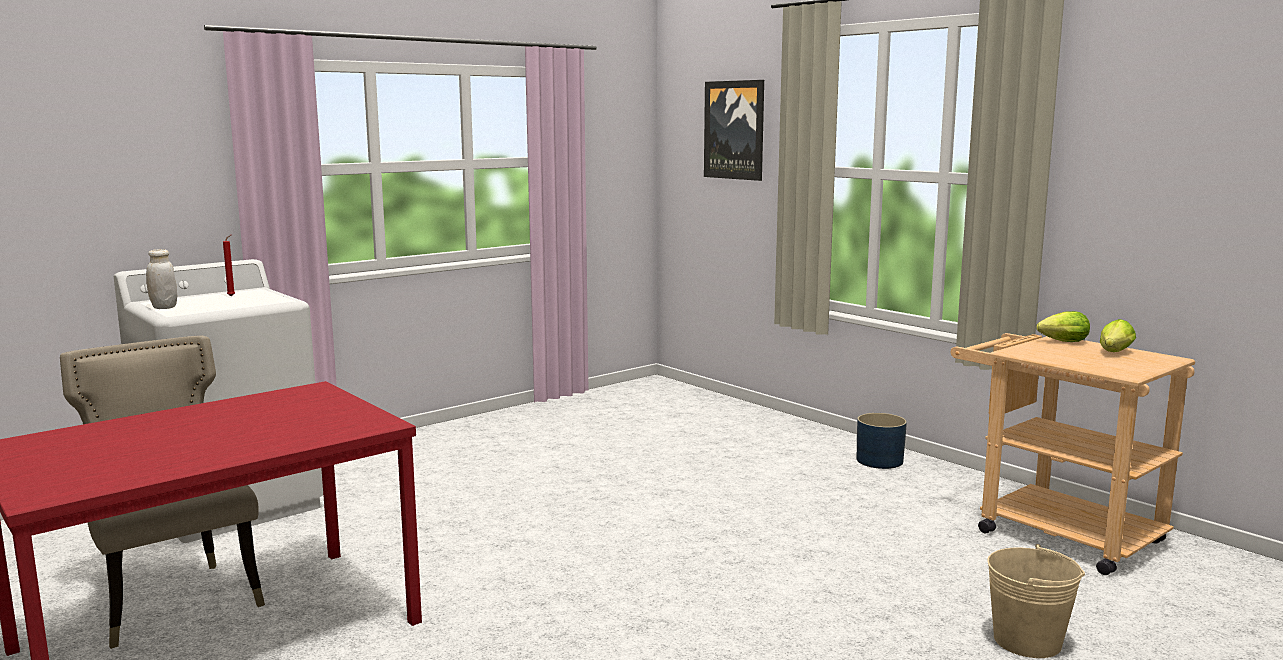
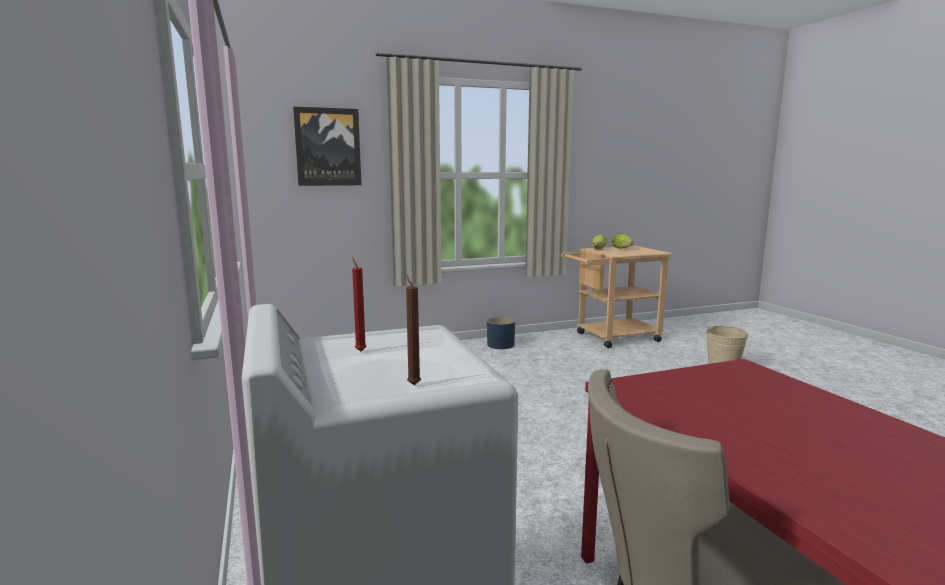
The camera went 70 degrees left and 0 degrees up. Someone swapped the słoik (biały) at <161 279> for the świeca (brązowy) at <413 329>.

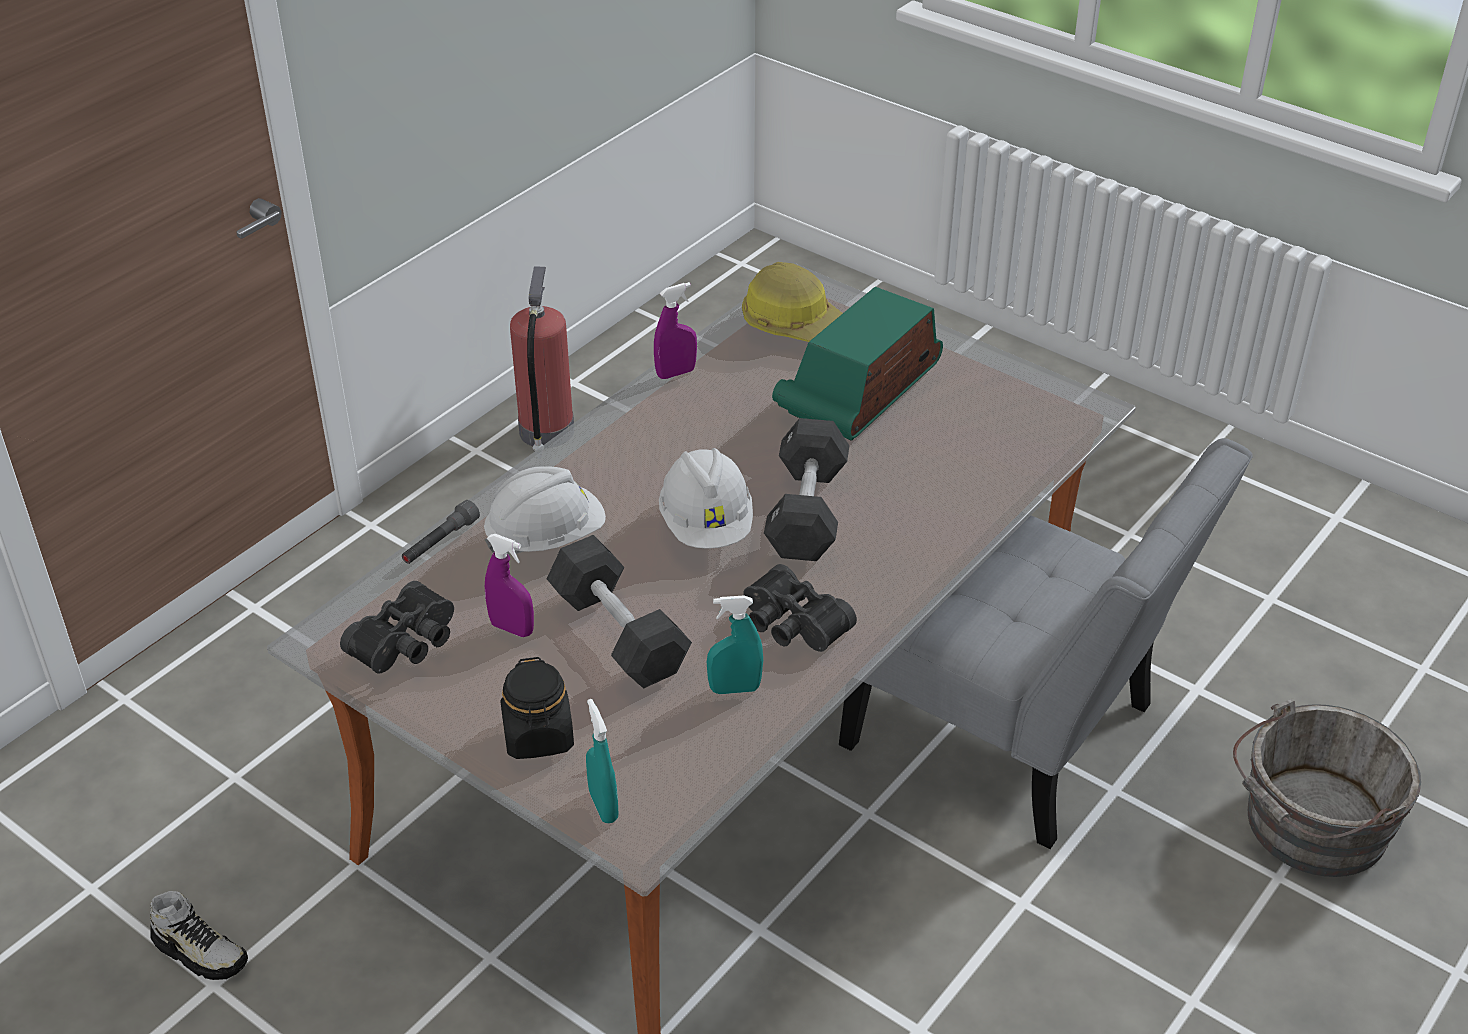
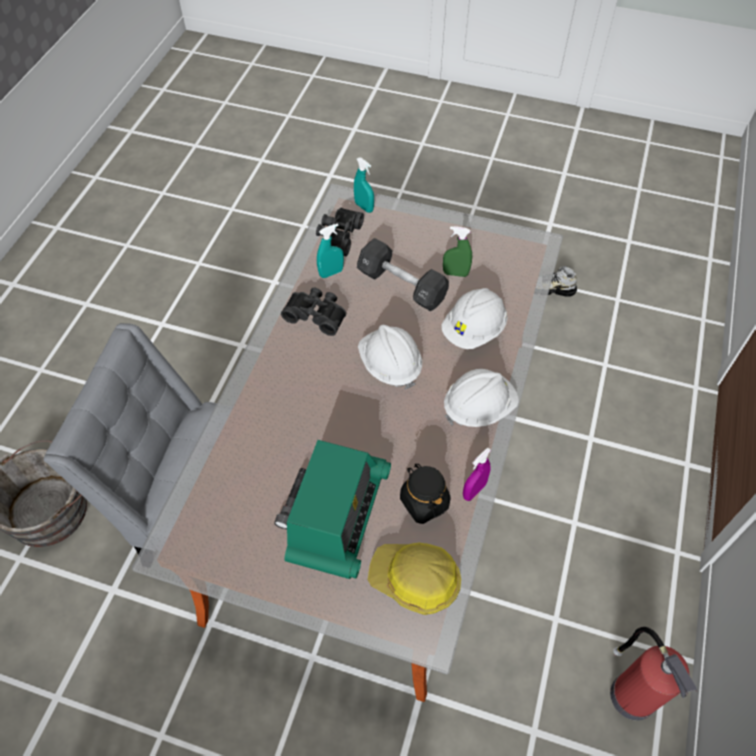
The camera went 160 degrees right and 15 degrees up. Someone took away the hantel (czarny) at <806 489>. Someone carried the latarka (szary) from <441 532> to <290 498>. Someone repainted the spryskiwacz (fioletowy) at <509 585>, which became the spryskiwacz (zielony) at <457 251>. Someone carried the lornetka (czarny) from <397 627> to <340 232>. Someone carried the słoik (czarny) from <537 708> to <425 494>. Someone put down the kask (biały) at <481 398>.

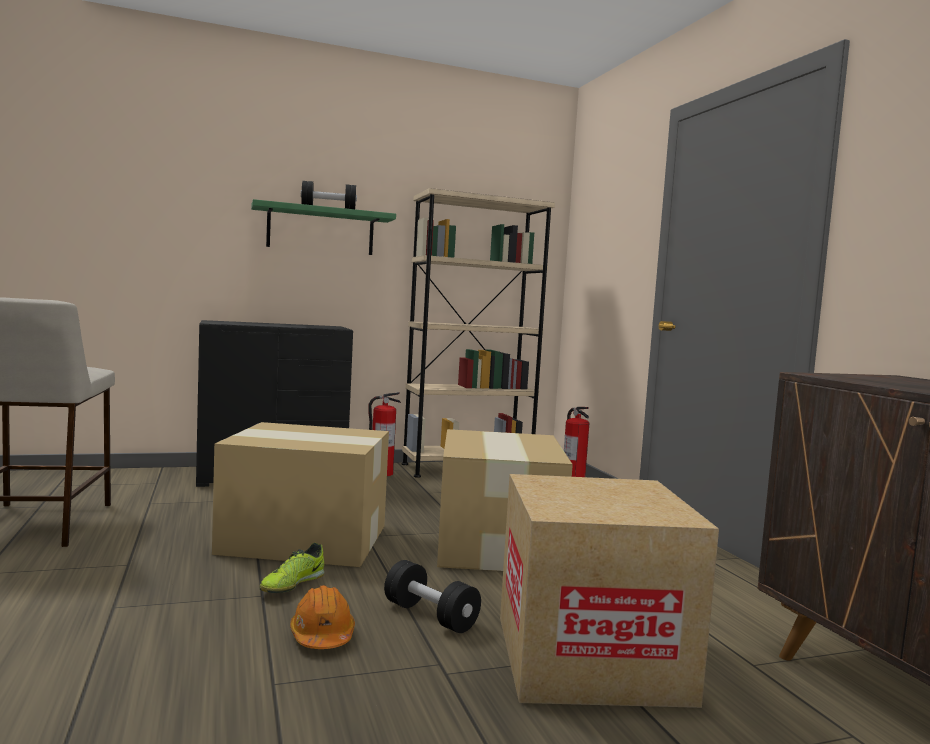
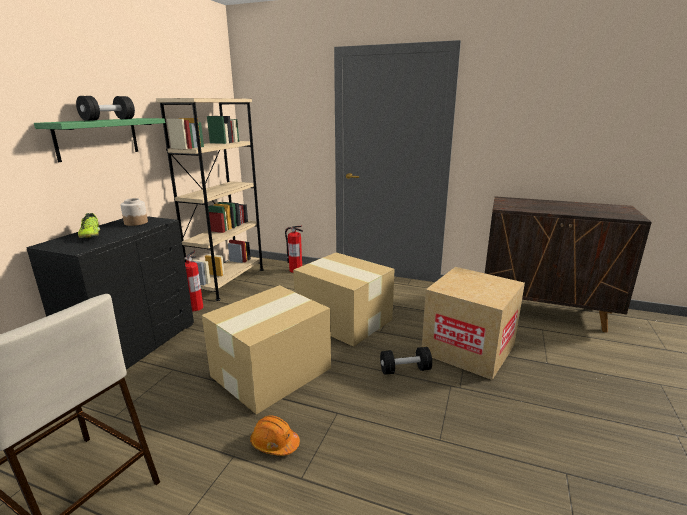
The camera went 50 degrees left and 15 degrees up. Someone carried the but from <292 568> to <89 225>. Someone carried the kask (pomarańczowy) from <322 617> to <275 436>. Someone put down the słoik at <134 212>.

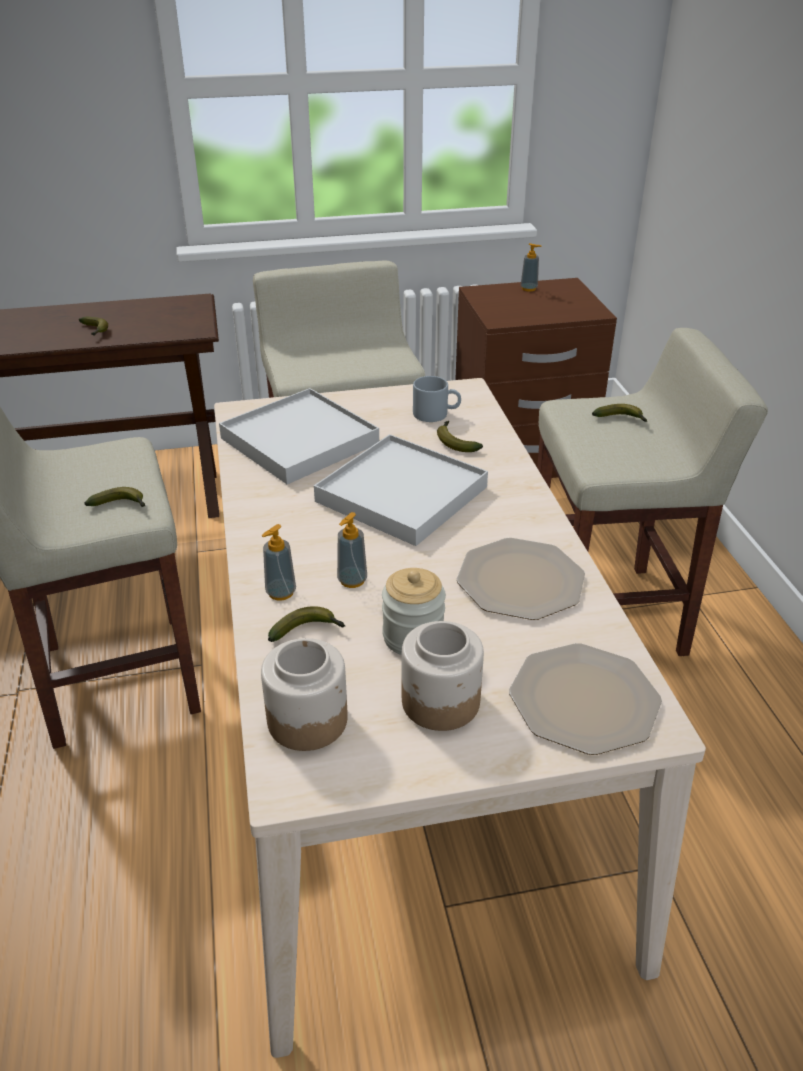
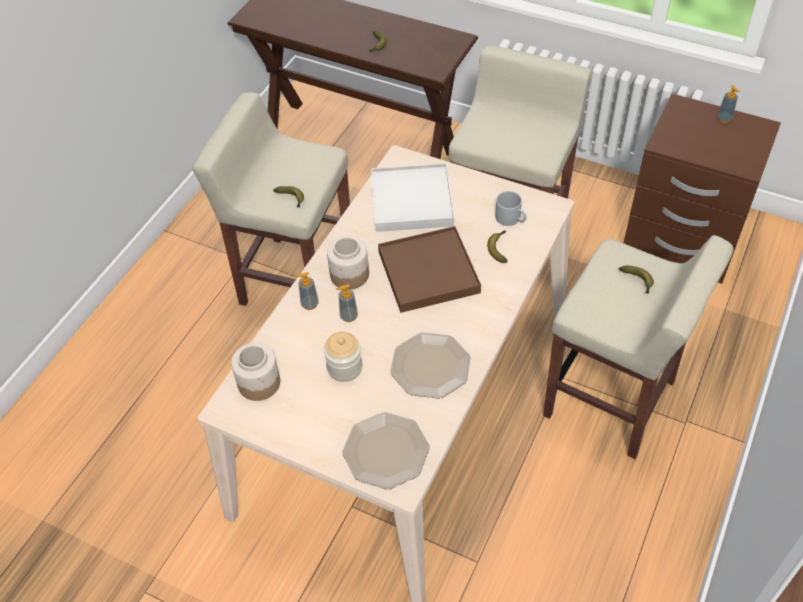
The camera went 40 degrees right and 15 degrees up. Someone repainted the taca (biały) at <401 490>, which became the taca (brązowy) at <429 269>. Someone took away the banan at <306 624>. Someone carried the słoik from <443 676> to <348 263>.

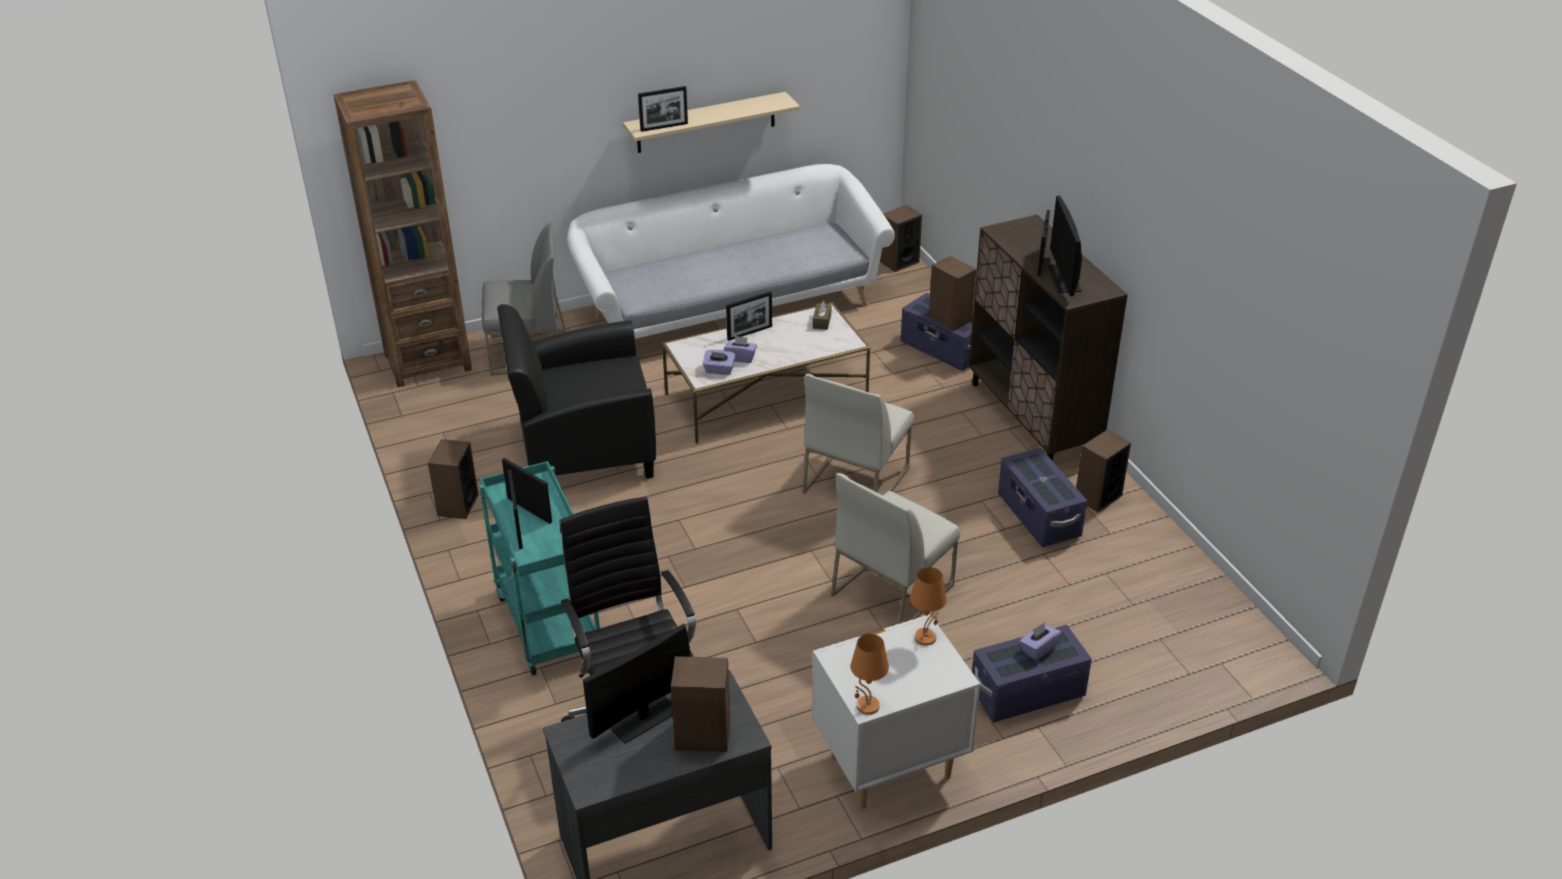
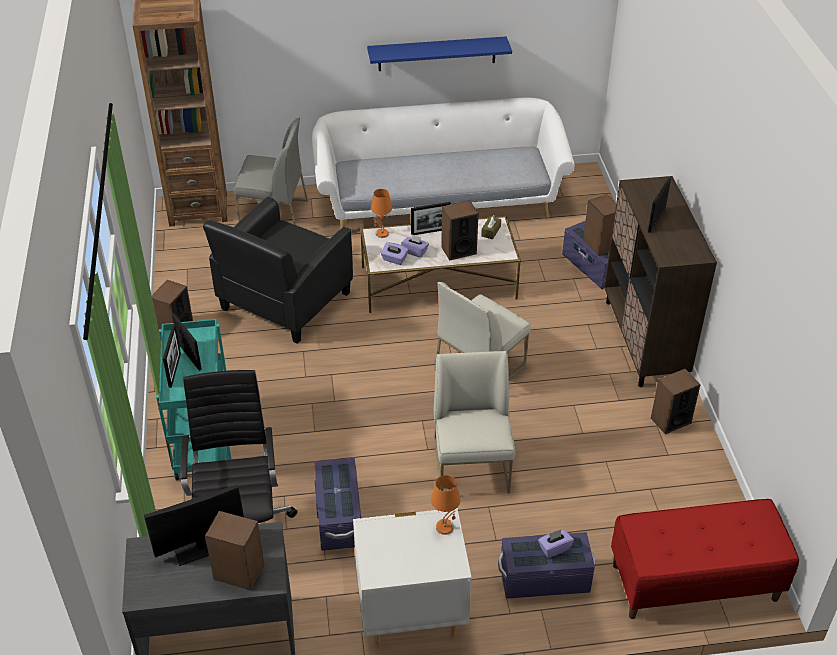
The camera went 15 degrees right and 5 degrees up. Someone took away the ramka na zdjęcie at <663 109>. Someone repainted the półka (beżowy) at <711 122>, which became the półka (niebieski) at <439 53>. Someone took away the monitor at <1064 246>. Someone carried the głośnik from <901 238> to <460 230>. Someone rotated the fotel (czarny) at <576 391> by 60 degrees counterclockwise. Someone carried the pojemnik do przechowywania (fioletowy) from <1042 497> to <338 504>. Someone rotated the krzesło (biały) at <895 548> by 120 degrees clockwise. Someone carried the lampa stołowa (pomarańczowy) from <869 674> to <381 213>. Someone put down the ławka (czerwony) at <705 559>.

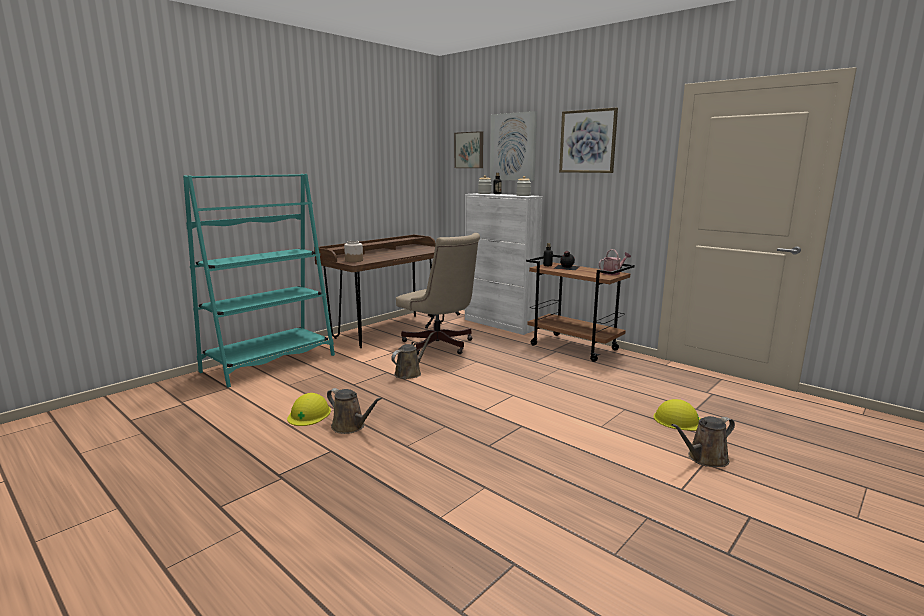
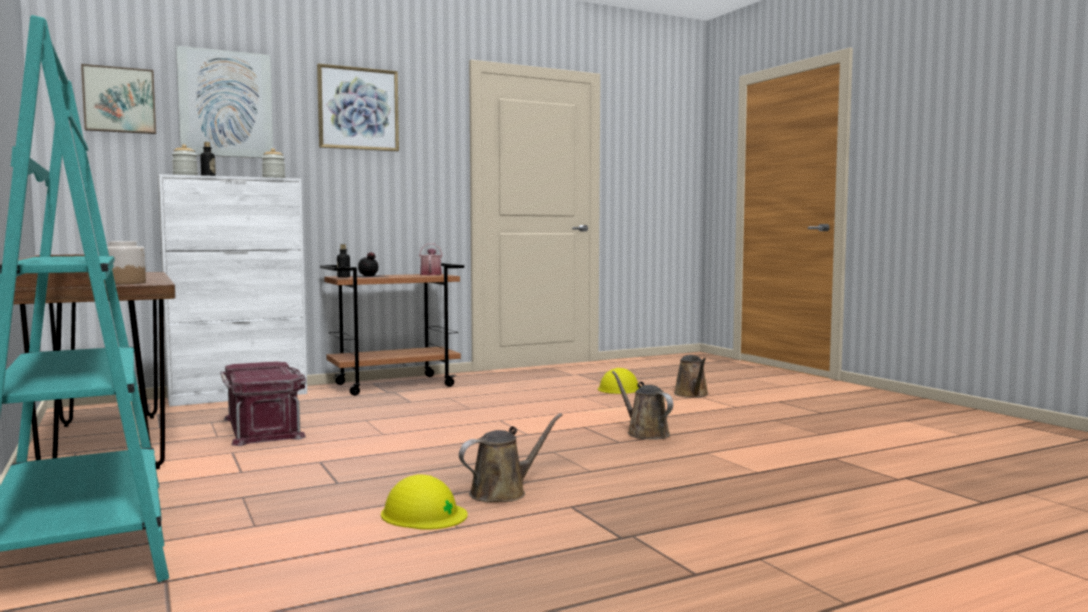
The camera went 70 degrees left and 10 degrees down. Someone swapped the krzesło biurowe (beżowy) at <438 294> for the pojemnik do przechowywania (czerwony) at <263 403>. Someone carried the konewka (brązowy) from <412 355> to <642 405>.

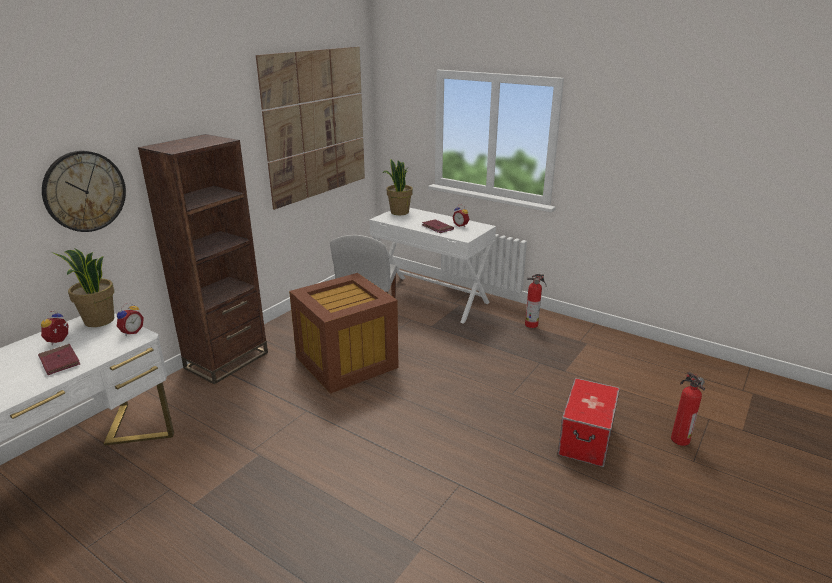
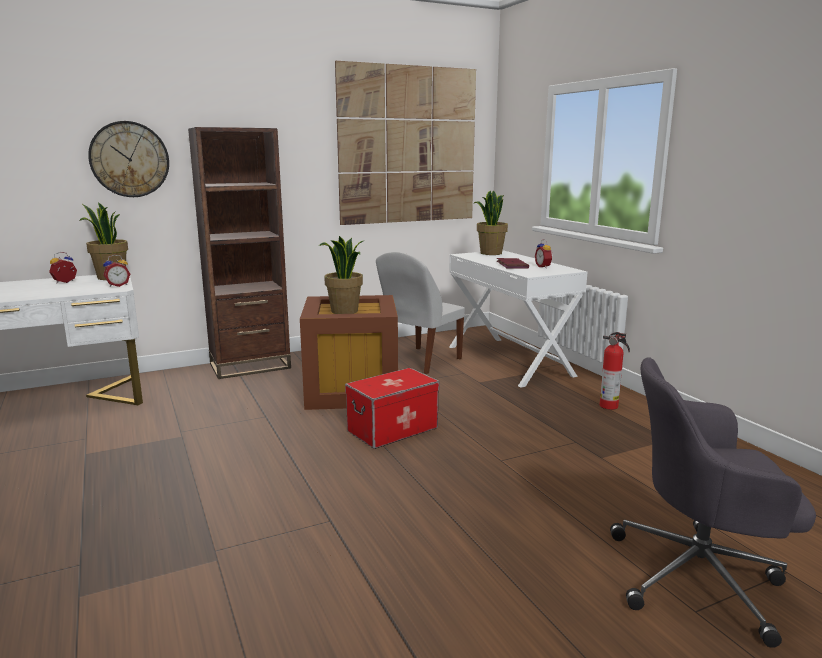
The camera went 30 degrees right and 10 degrees down. Someone took away the książka (czerwony) at <59 359>. Someone swapped the gaśnica at <688 409> for the krzesło biurowe (szary) at <713 502>. Someone carried the pojemnik do przechowywania from <589 422> to <392 408>. Someone put down the roślina doniczkowa at <342 275>.

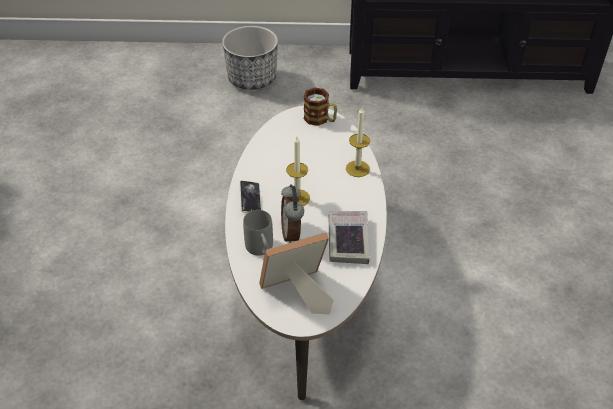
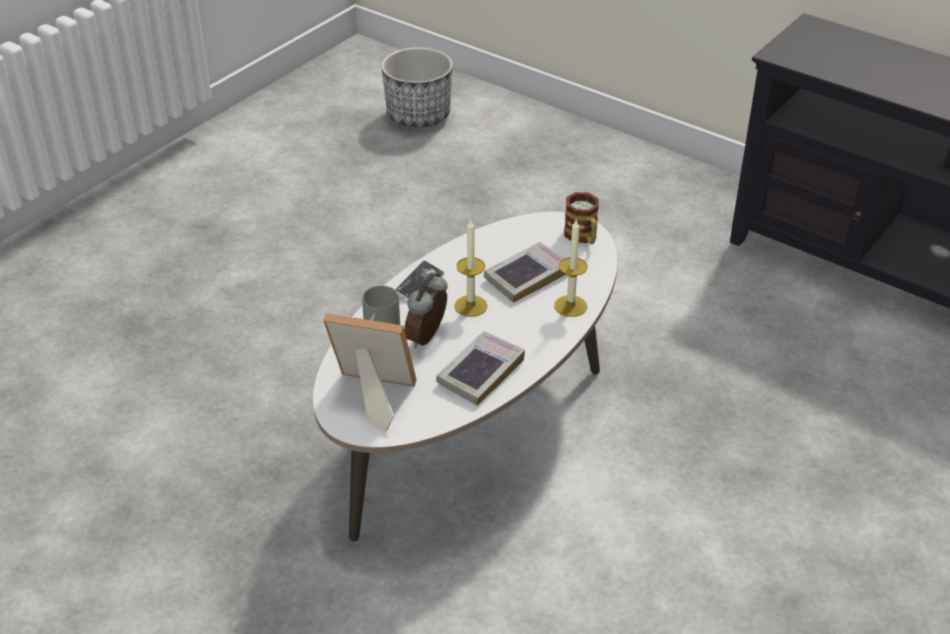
The camera went 35 degrees right and 5 degrees down. Someone carried the donica from <250 58> to <417 87>. Someone put down the książka at <525 272>.

